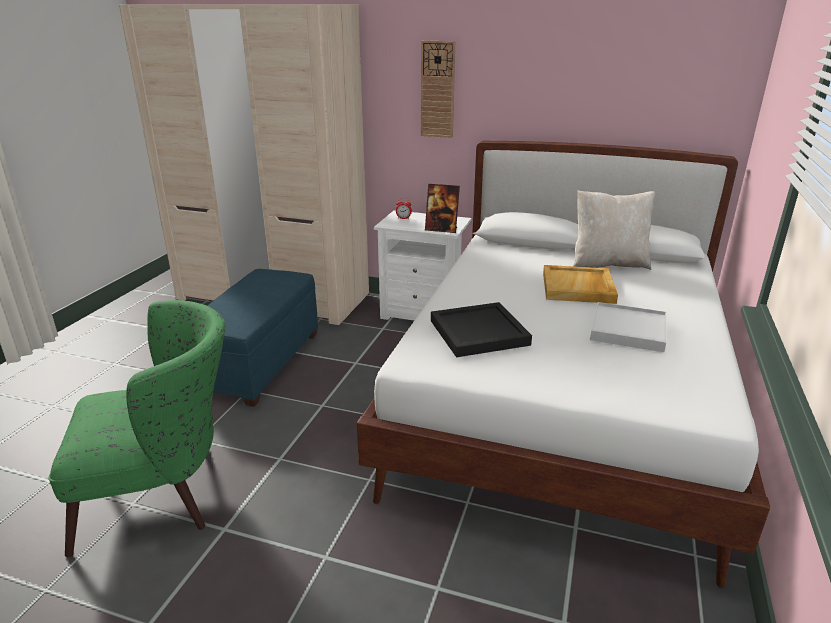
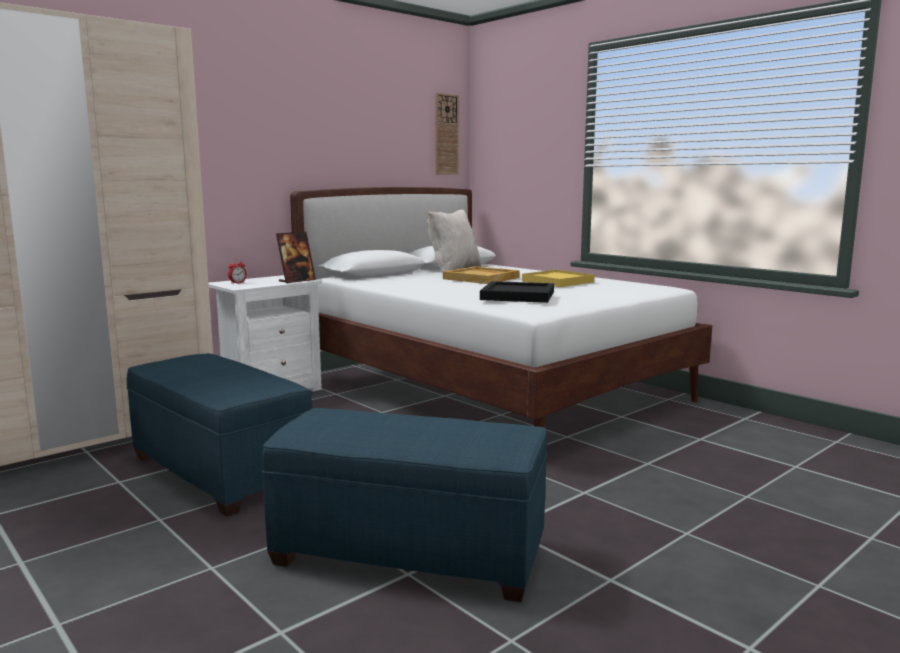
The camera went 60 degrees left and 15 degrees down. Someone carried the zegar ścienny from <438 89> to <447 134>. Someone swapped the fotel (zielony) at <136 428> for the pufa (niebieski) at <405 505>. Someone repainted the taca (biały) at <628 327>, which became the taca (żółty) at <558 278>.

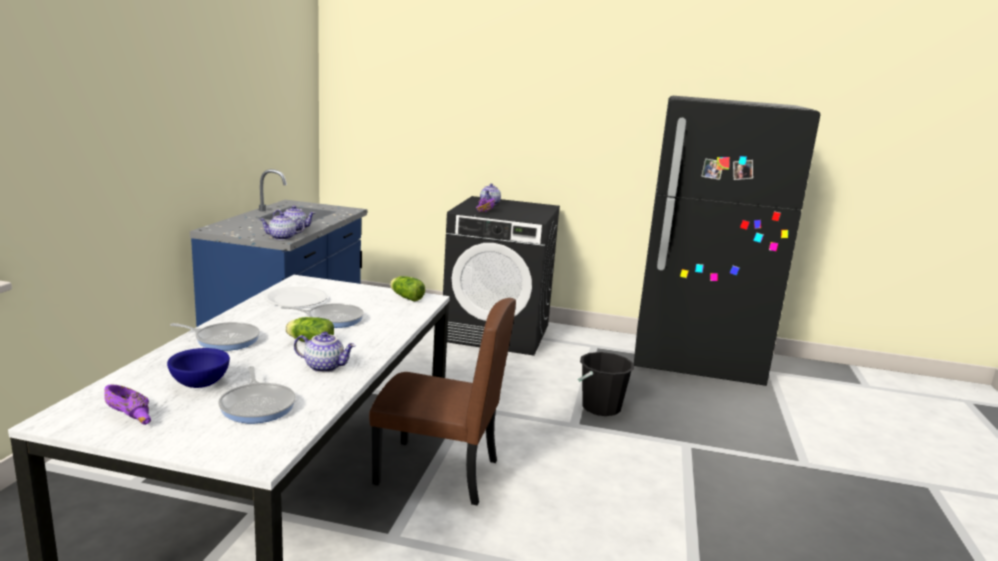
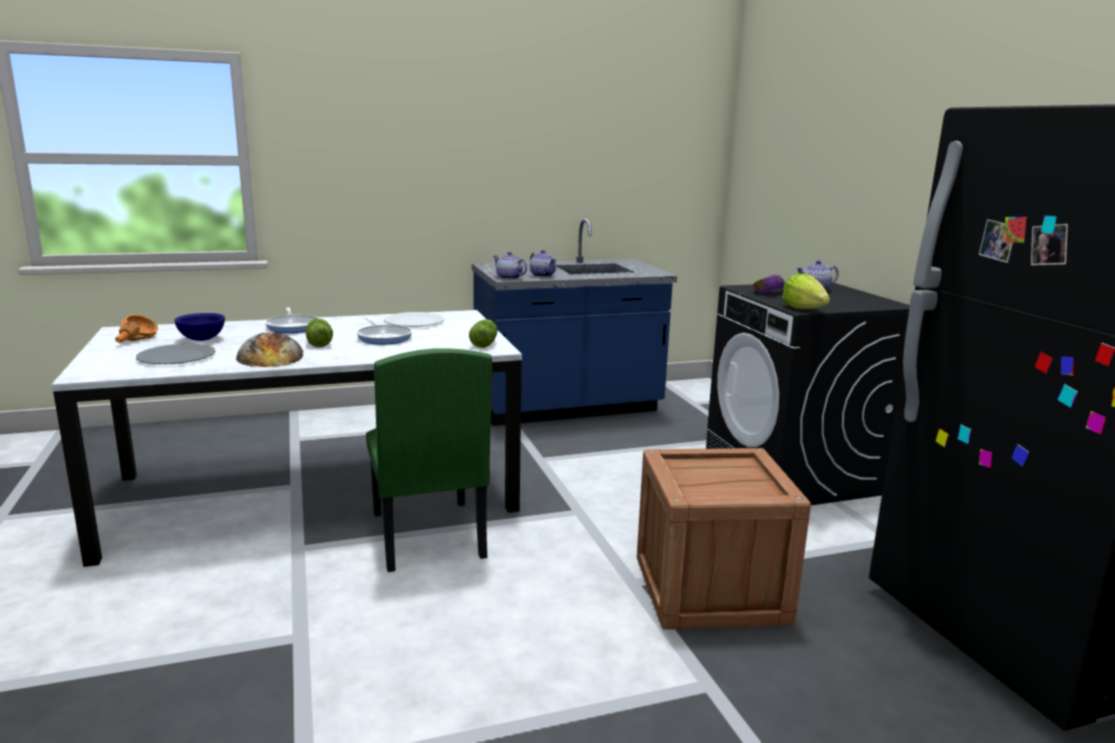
The camera went 60 degrees right and 0 degrees up. Someone repainted the krzesło (brązowy) at <442 401>, which became the krzesło (zielony) at <429 460>. Someone swapped the imbryk at <325 352> for the chleb at <269 349>. Someone swapped the wiadro (czarny) at <606 384> for the skrzynka at <724 539>. Someone swapped the patelnia at <257 394> for the talerz (szary) at <175 354>. Someone repainted the miska (fioletowy) at <127 405>, which became the miska (pomarańczowy) at <136 329>. Someone put down the sałata at <806 291>.

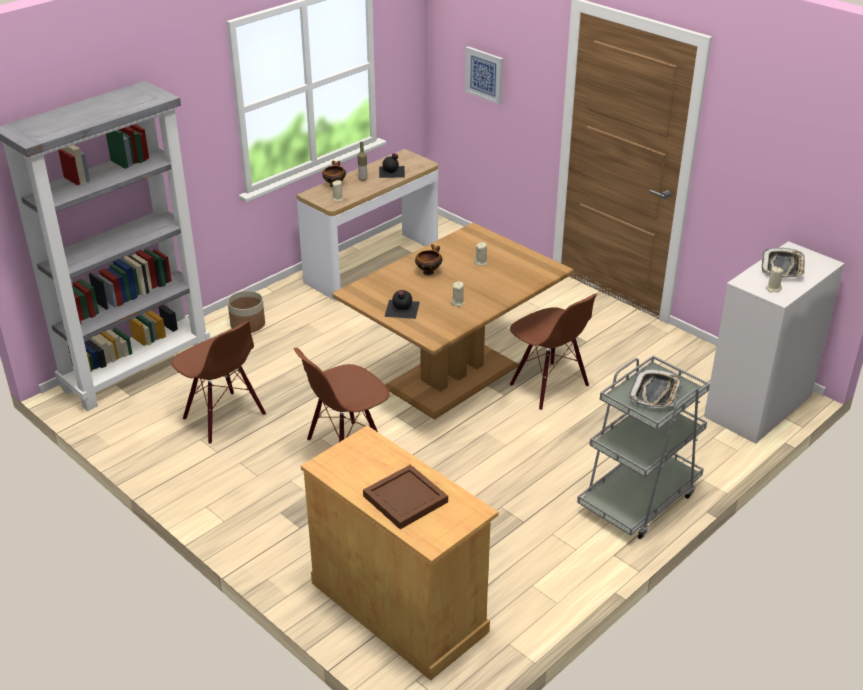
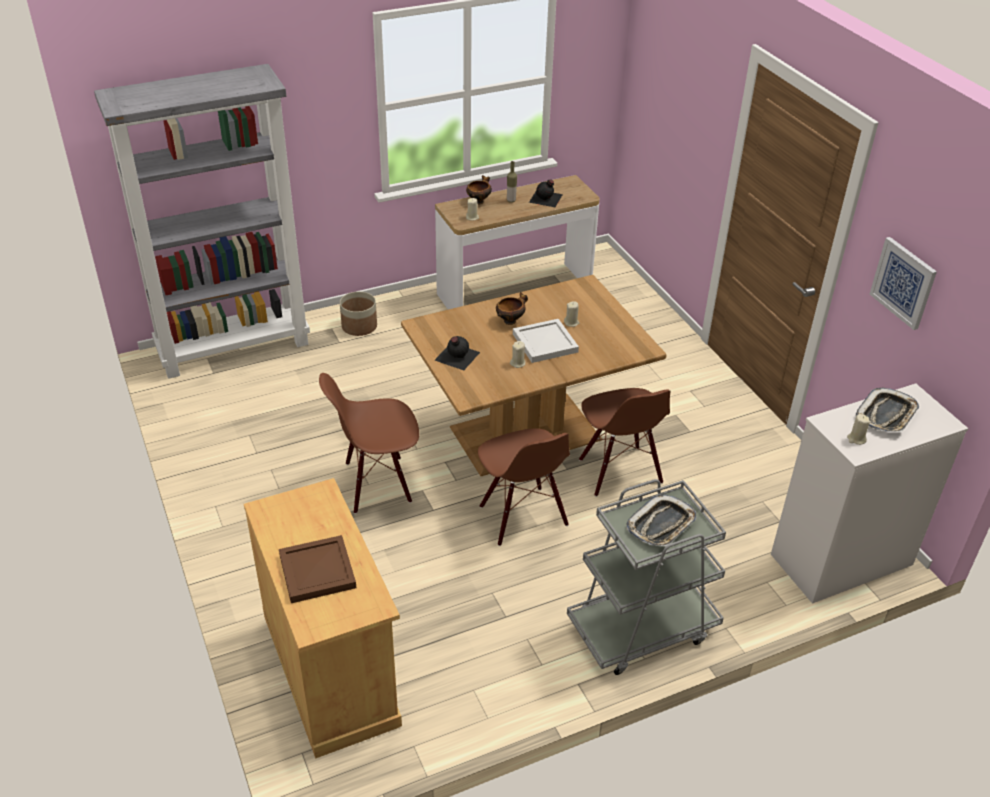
The camera went 20 degrees right and 5 degrees up. Someone carried the obraz from <484 75> to <903 283>. Someone carried the krzesło (brązowy) from <218 382> to <524 487>. Someone put down the taca (biały) at <546 341>.

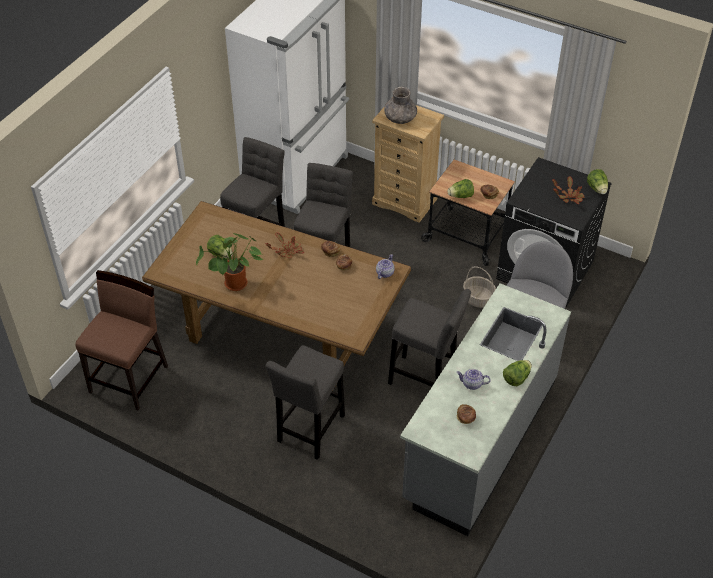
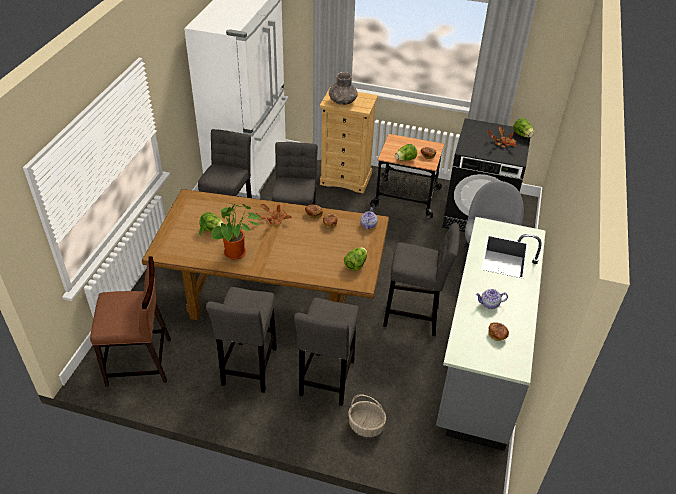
The camera went 15 degrees left and 5 degrees down. Someone carried the koszyk from <479 287> to <367 415>. Someone rotated the krzesło (brązowy) at <121 340> by 75 degrees clockwise. Someone carried the sałata from <517 373> to <355 259>. Someone put down the stołek (szary) at <241 340>.

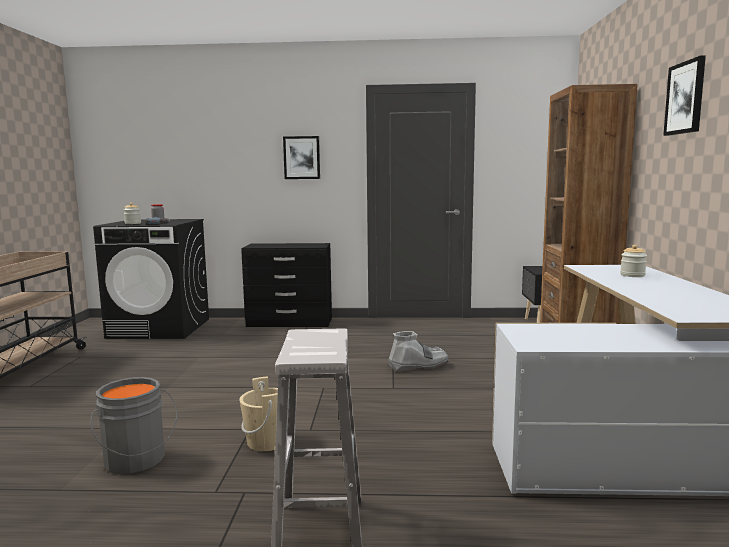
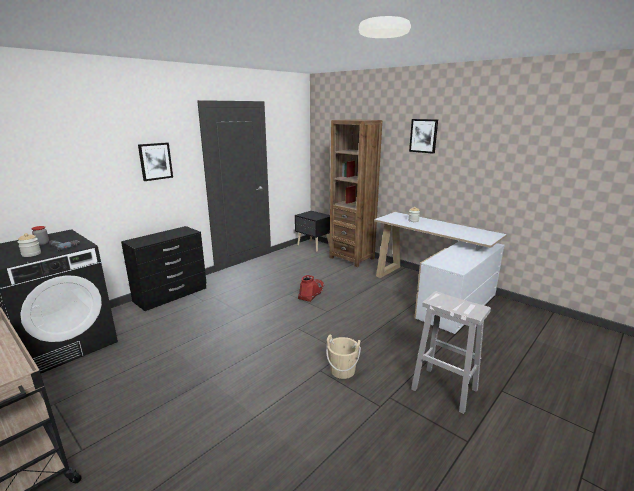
The camera went 50 degrees left and 10 degrees up. Someone repainted the but z cholewką (szary) at <418 351>, which became the but z cholewką (czerwony) at <311 288>. Someone took away the wiadro (szary) at <134 425>.

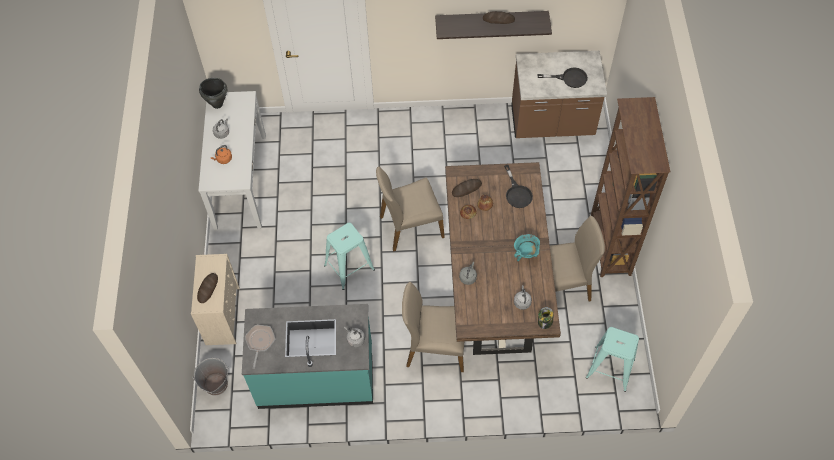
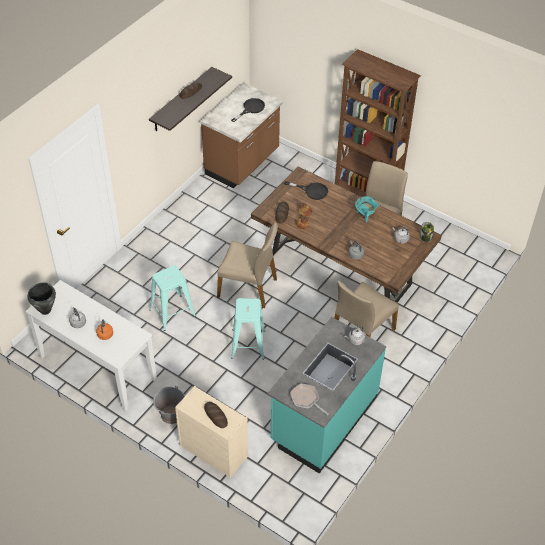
The camera went 55 degrees left and 10 degrees down. Someone rotated the krzesło (beżowy) at <410 209> by 90 degrees counterclockwise. Someone carried the stołek (turkusowy) from <612 359> to <173 298>. Someone carried the wiadro (szary) from <210 376> to <169 405>.

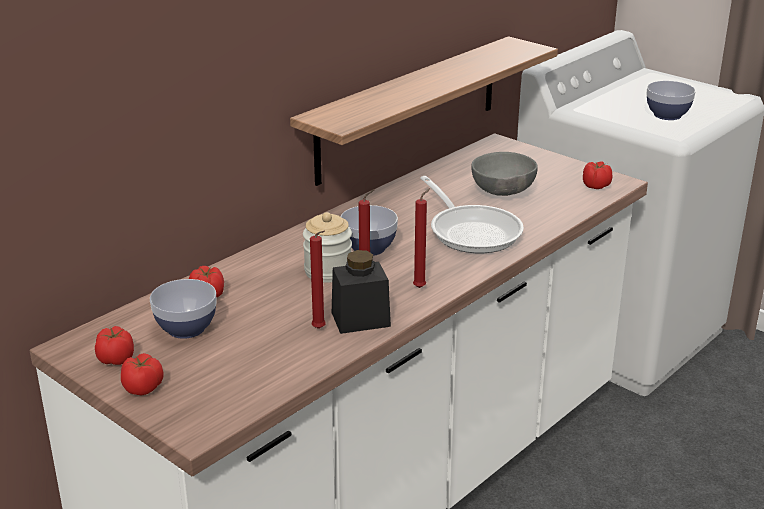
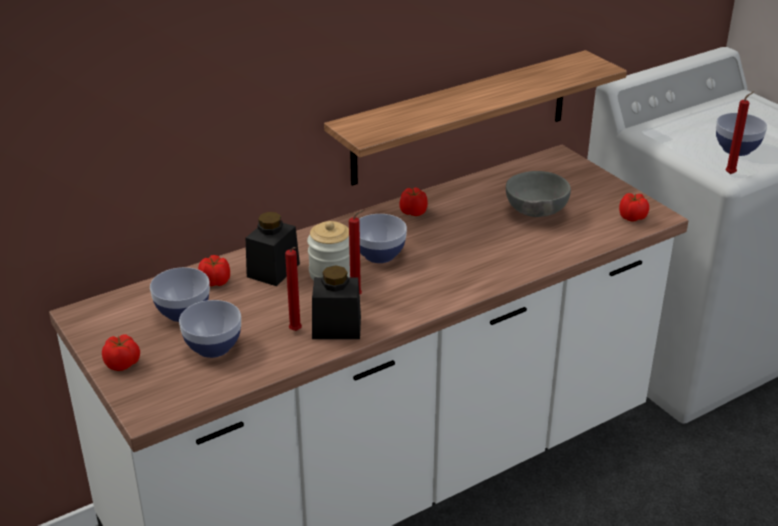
The camera went 15 degrees right and 5 degrees up. Someone took away the patelnia at <472 214>. Someone carried the świeca (czerwony) from <421 238> to <739 132>. Someone carried the pomidor from <114 345> to <413 201>. Someone put down the słoik (czarny) at <273 249>. Someone put down the miska at <210 329>.

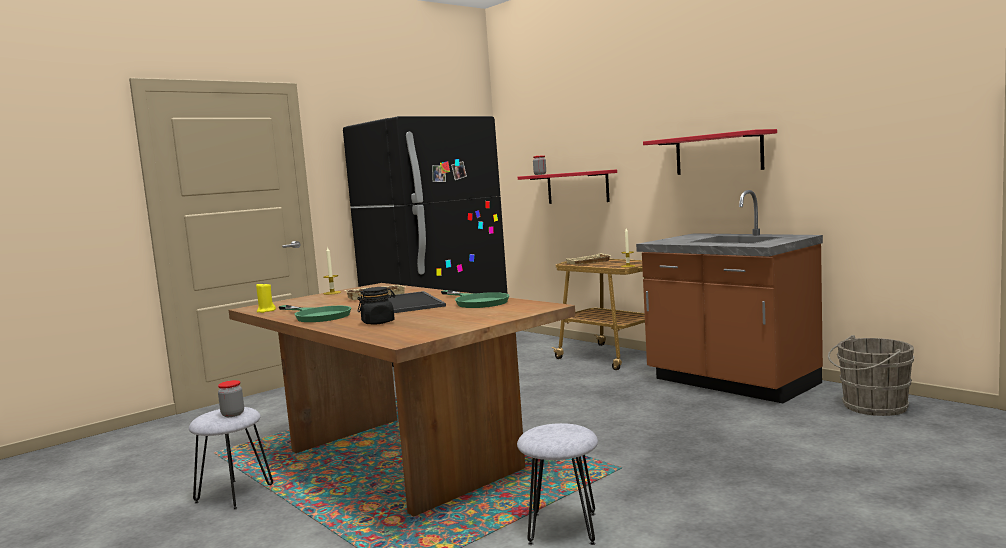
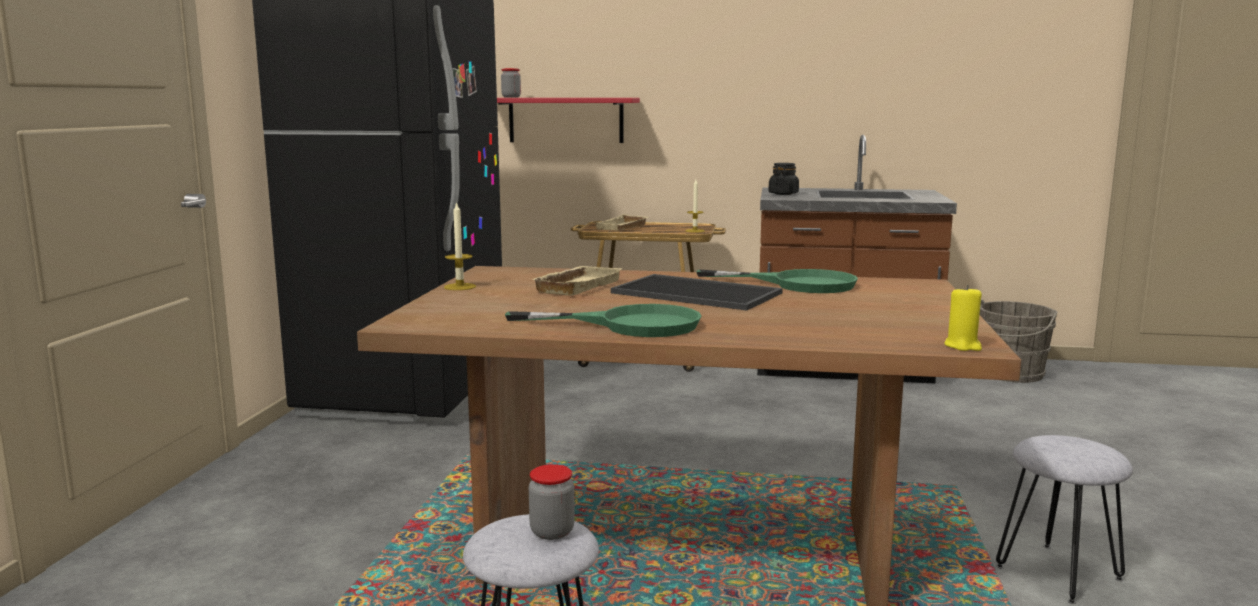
The camera went 40 degrees left and 5 degrees up. Someone took away the półka (czerwony) at <710 152>. Someone carried the świeca (żółty) from <266 298> to <963 318>. Someone carried the słoik (czarny) from <376 306> to <783 179>.

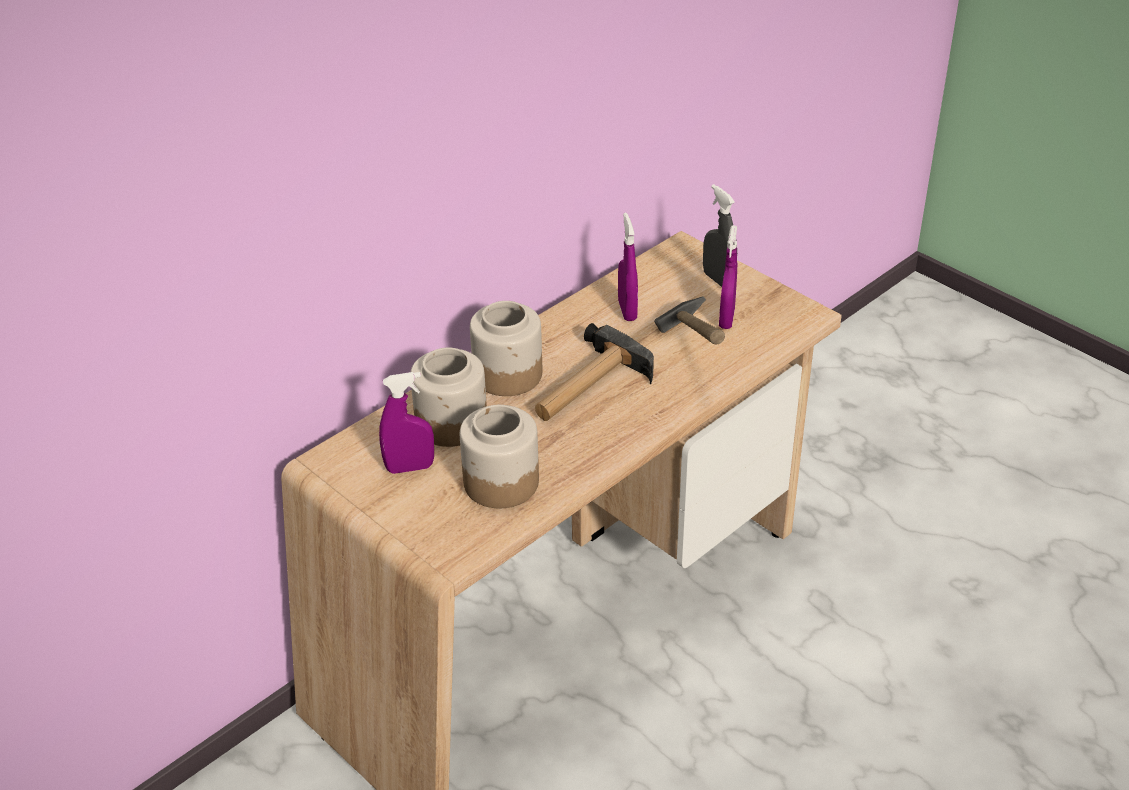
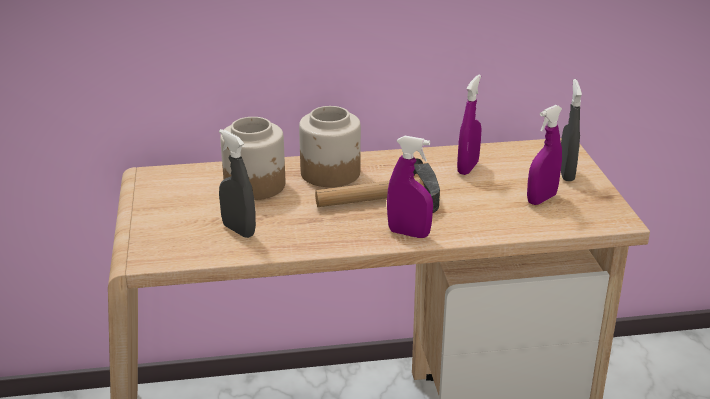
The camera went 35 degrees right and 10 degrees down. Someone took away the młotek at <689 320>. Someone carried the spryskiwacz (fioletowy) from <406 423> to <410 187>. Someone swapped the słoik at <499 456> for the spryskiwacz (szary) at <237 183>.

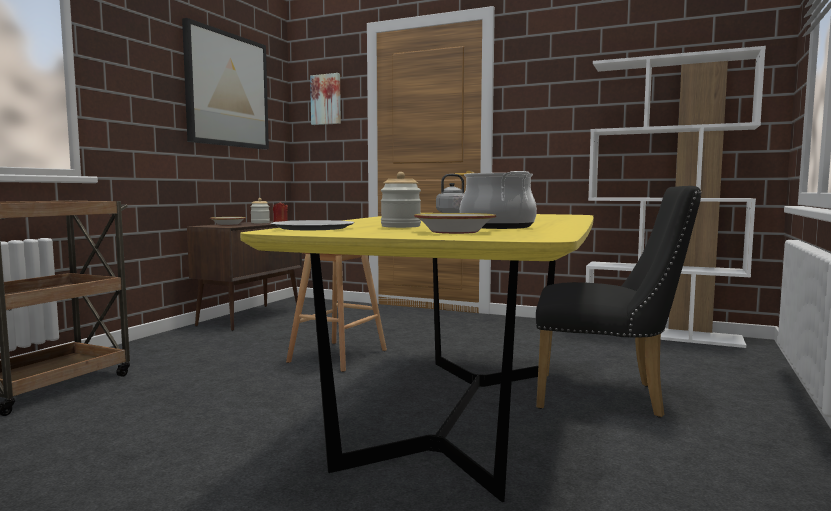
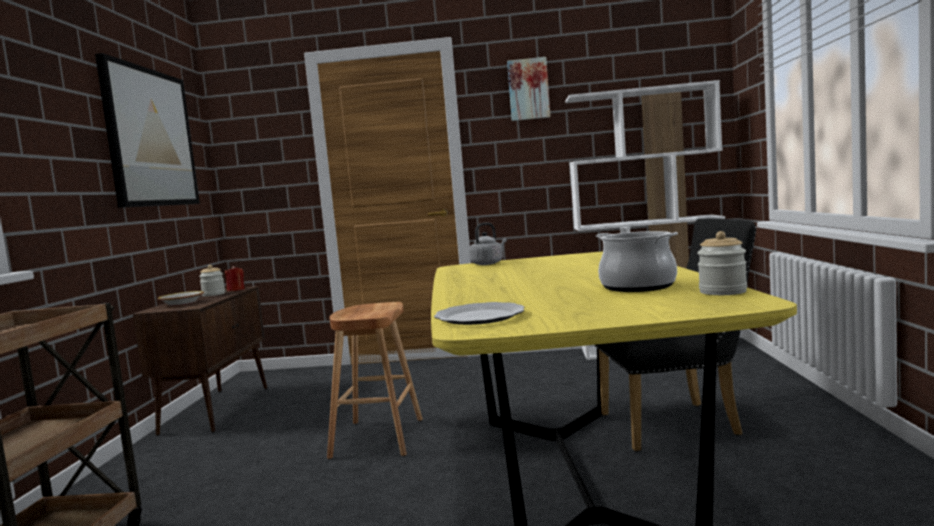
The camera went 20 degrees left and 0 degrees up. Someone carried the obraz from <325 99> to <529 89>. Someone carried the słoik from <401 200> to <722 263>. Someone took away the miska at <455 223>.

